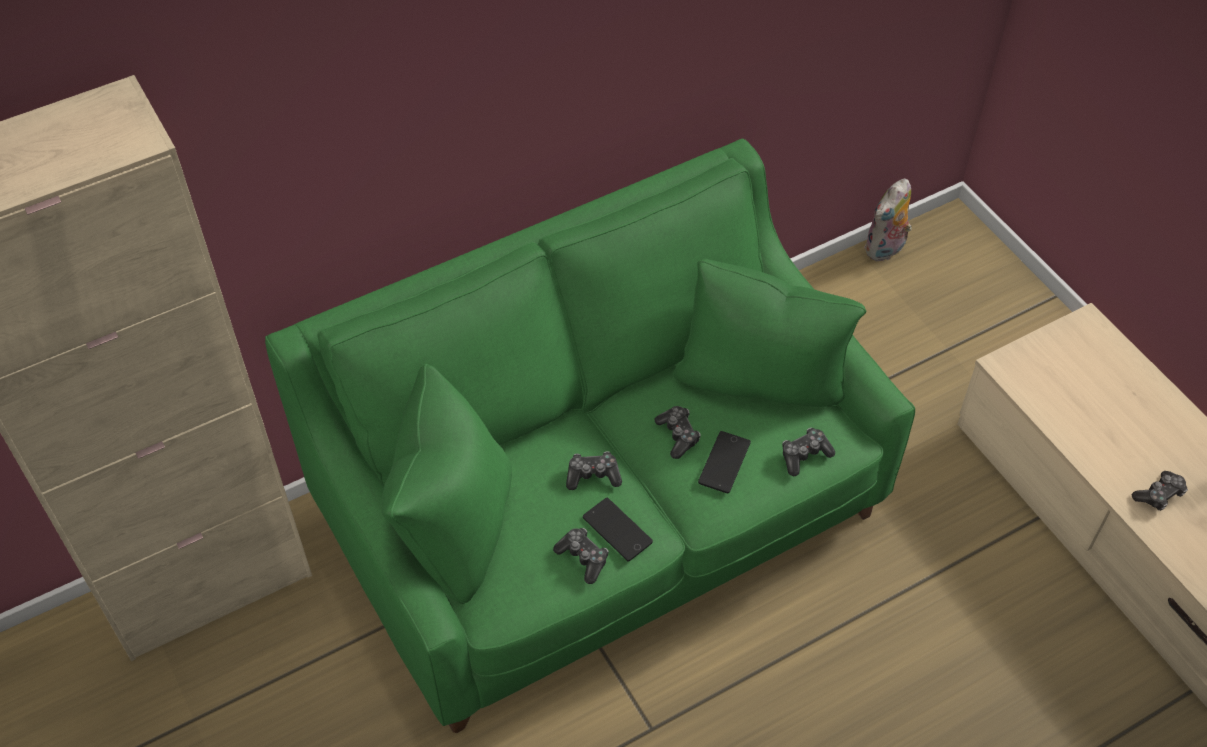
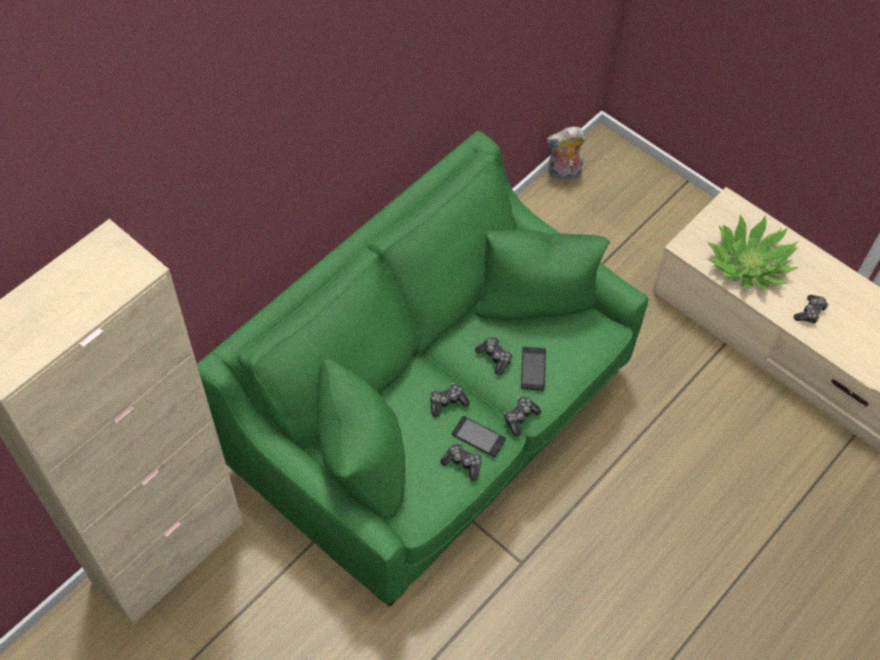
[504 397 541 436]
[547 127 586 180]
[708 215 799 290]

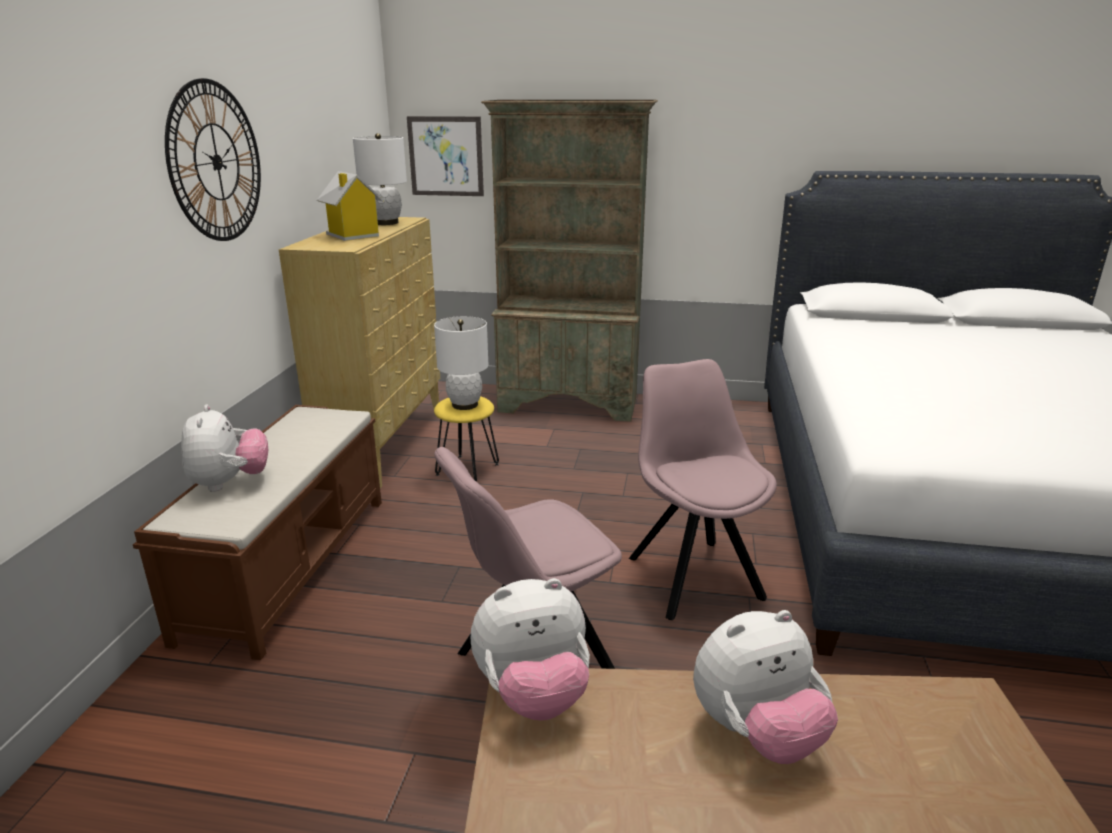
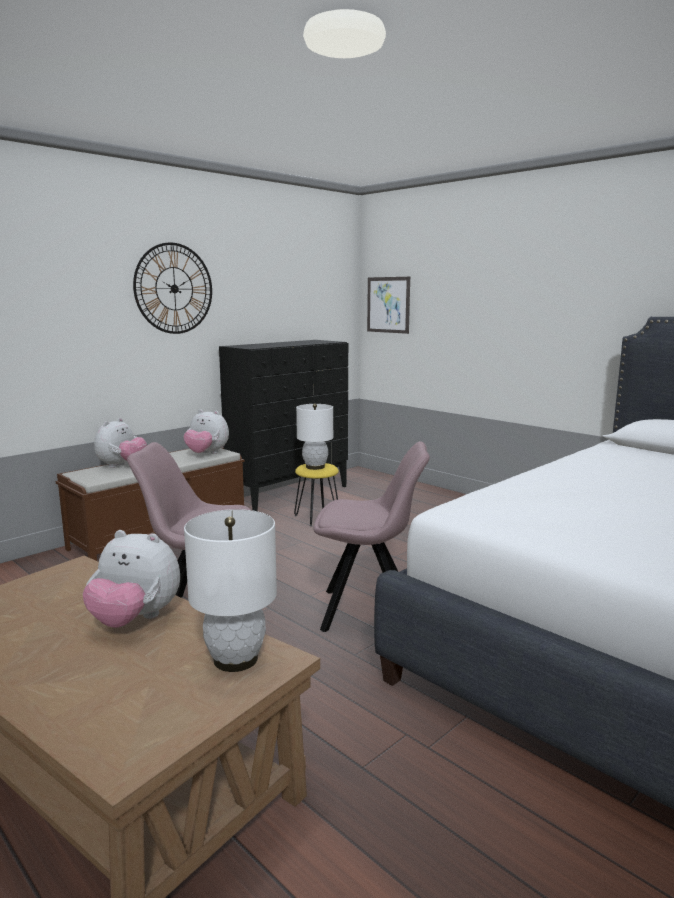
[219 340 348 511]
[317 171 384 241] (first image)
[184 509 277 672]
[183 410 229 454]
[481 100 658 422] (first image)
[313 441 430 632]

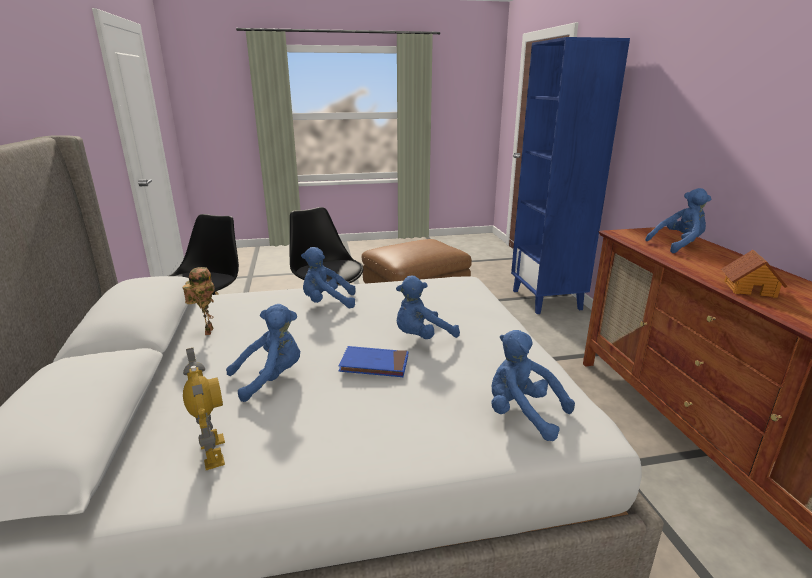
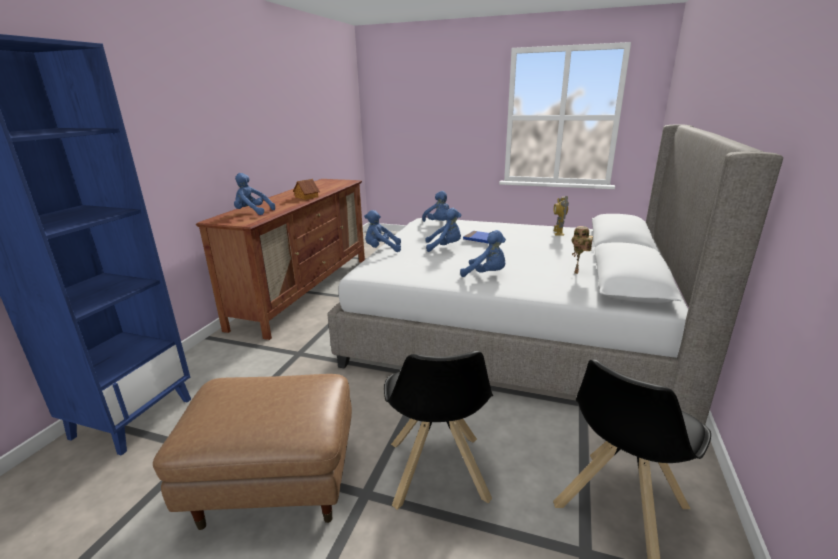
[364 210 401 252]

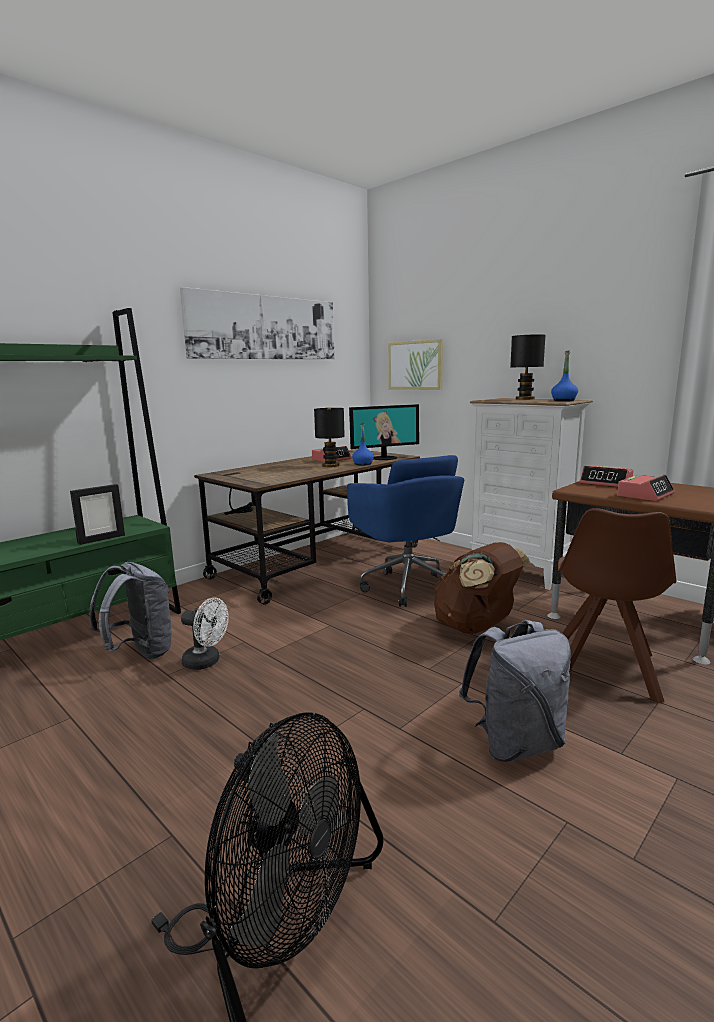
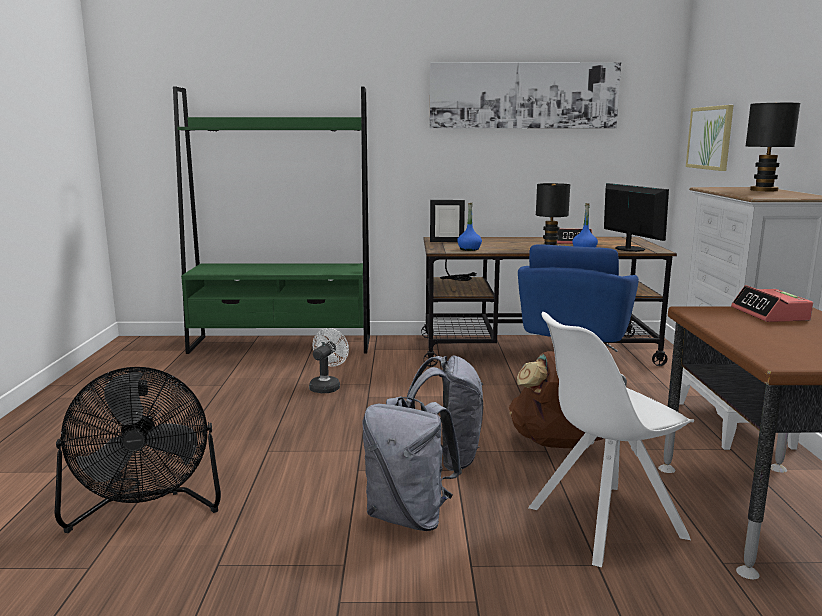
[430 200 465 242]
[406 355 483 471]
[309 328 349 393]
[604 183 669 252]
[457 203 482 251]
[528 312 694 567]
[617 474 675 501] (first image)

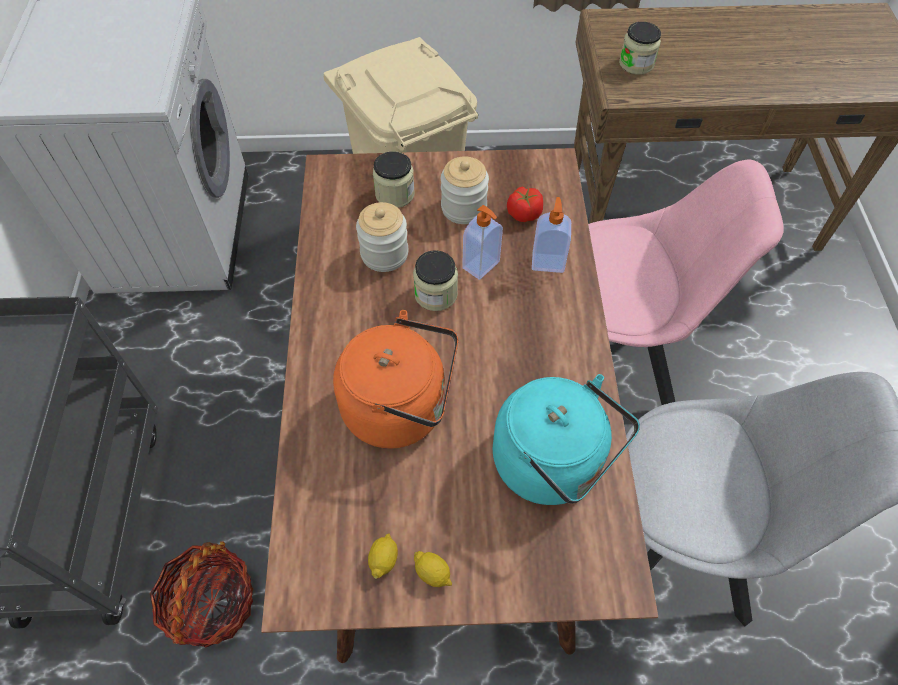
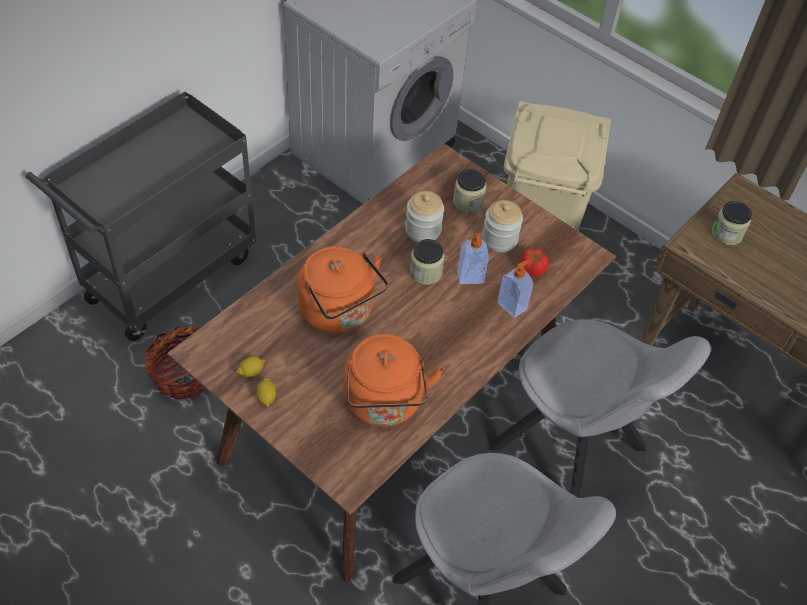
[343 334 444 427]
[490 319 711 498]

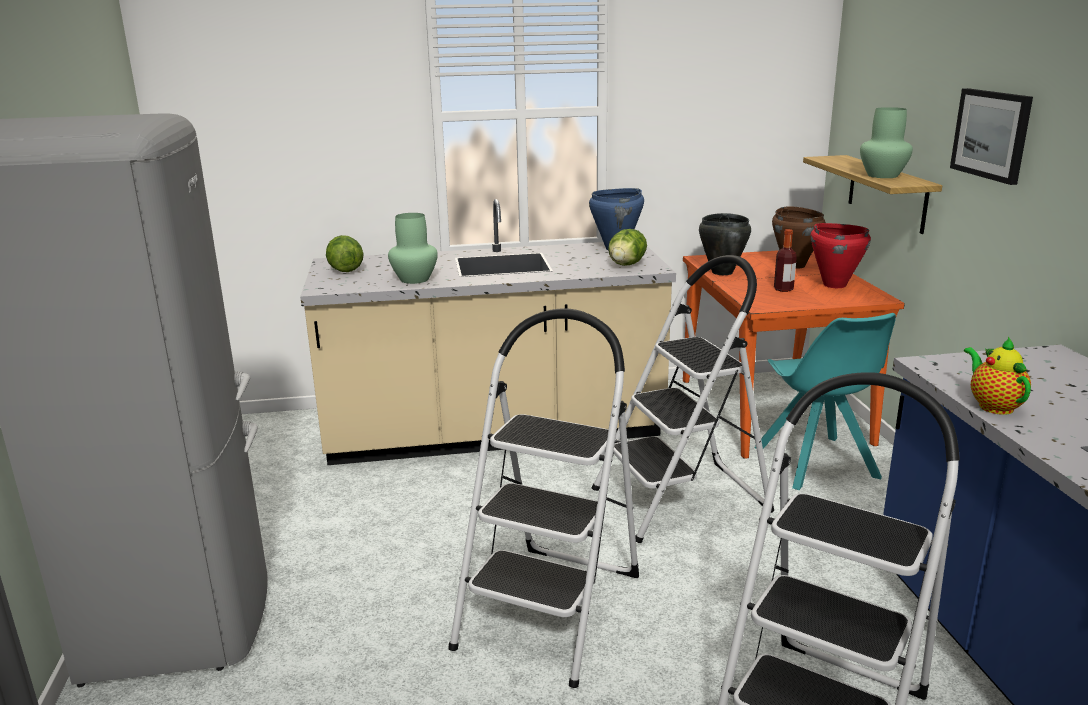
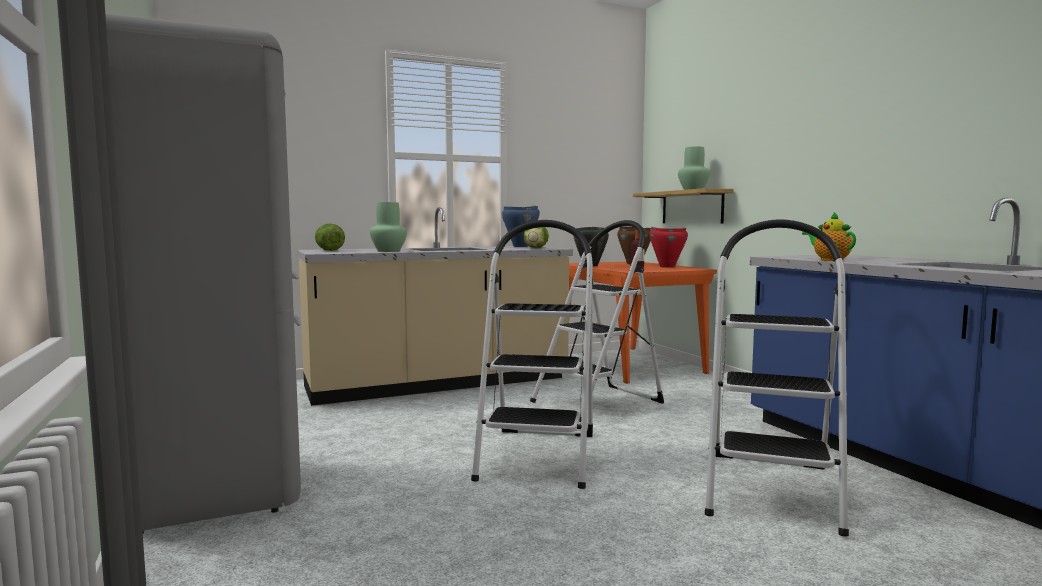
[755 313 896 490] (first image)
[950 88 1033 185] (first image)

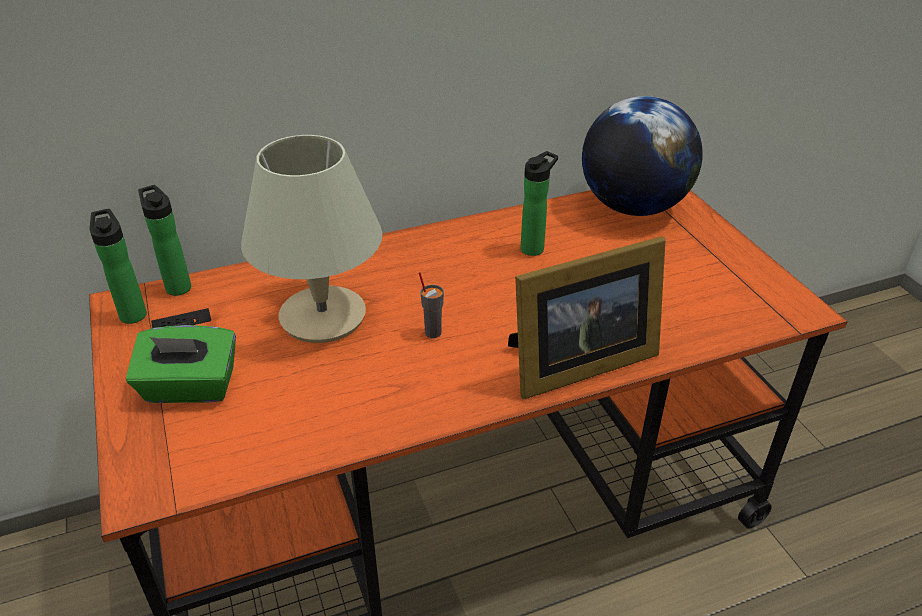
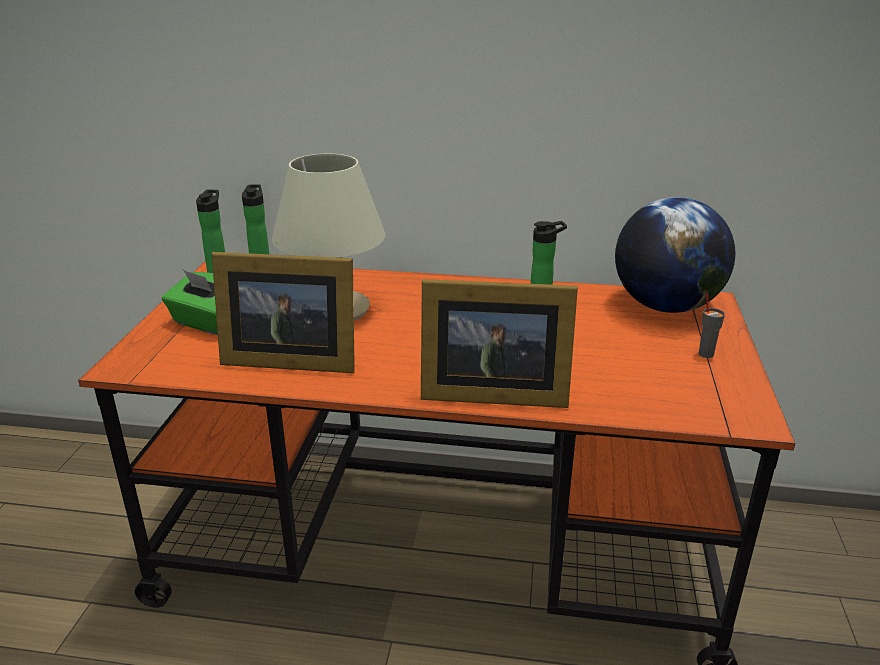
[699 293 725 358]
[212 252 355 373]

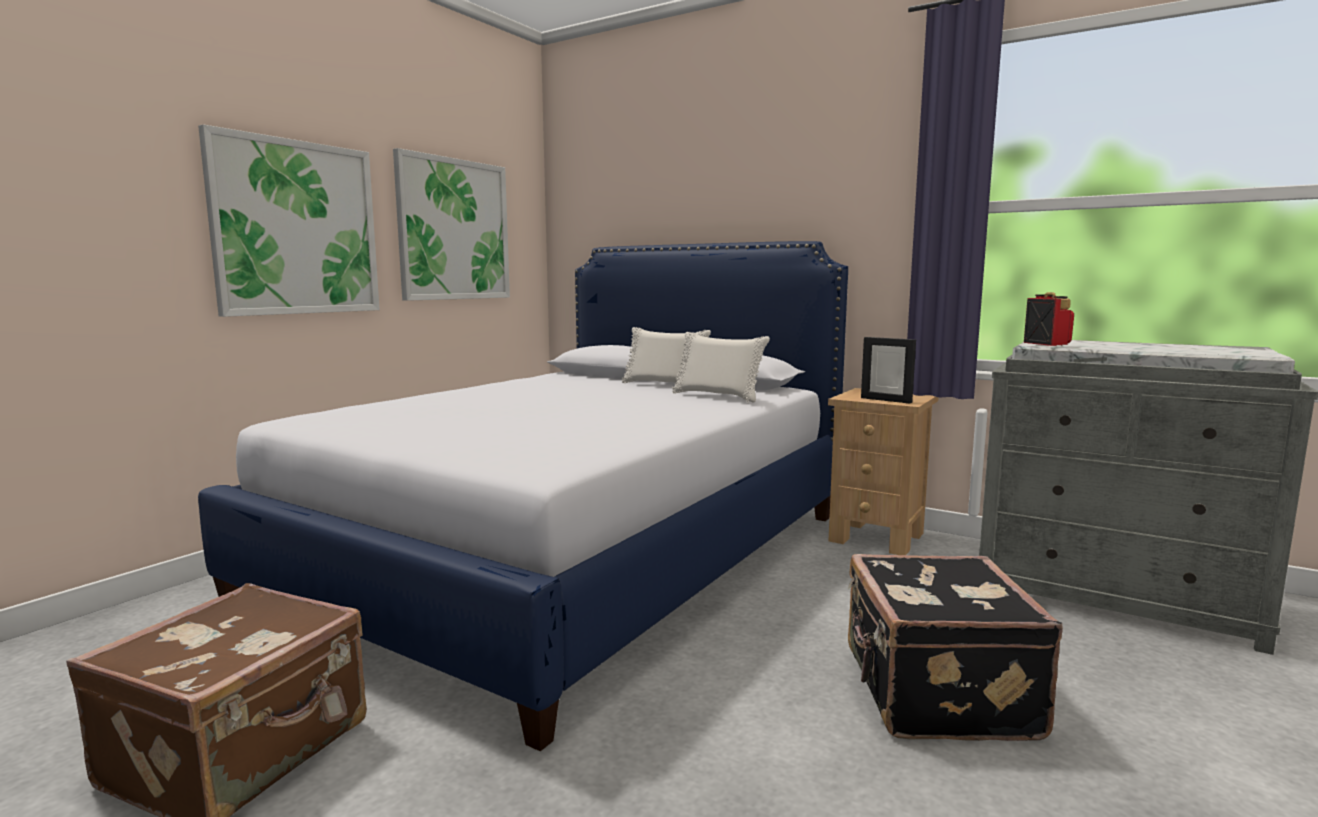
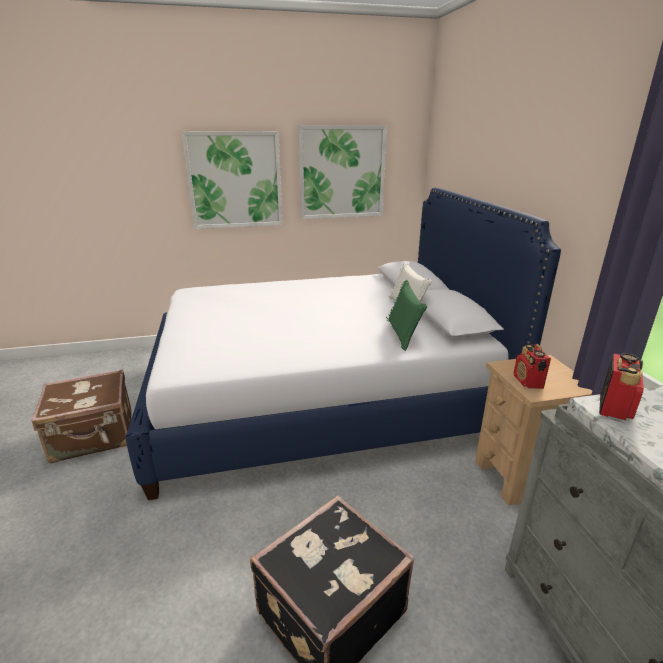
[386 280 427 351]
[514 344 551 389]

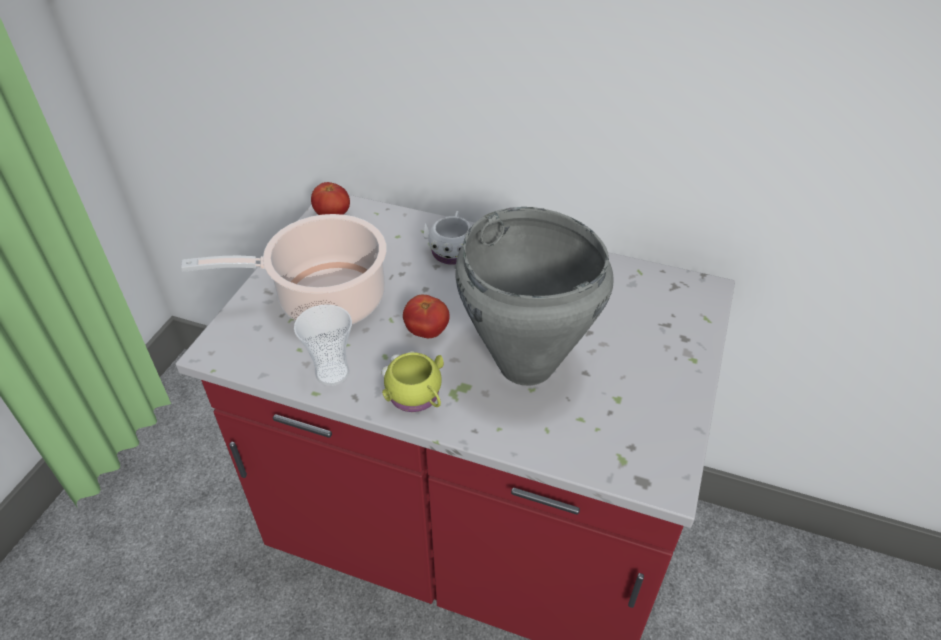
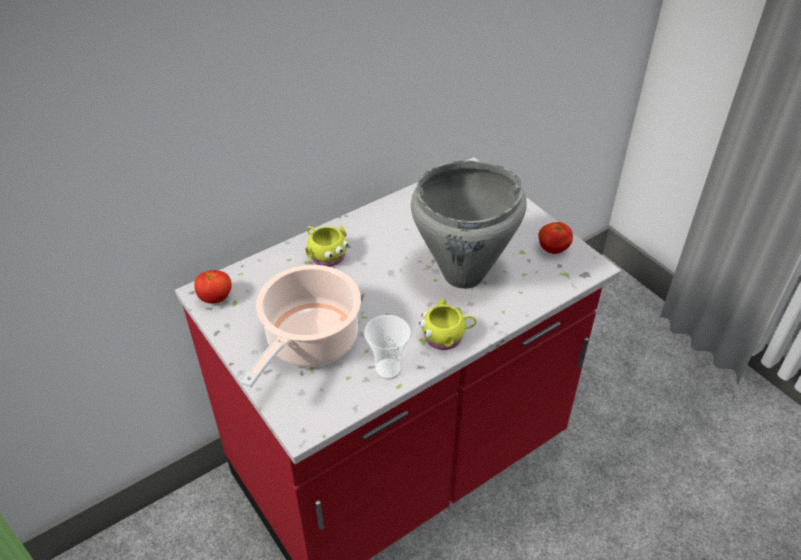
[538 222 573 254]
[305 225 349 267]

